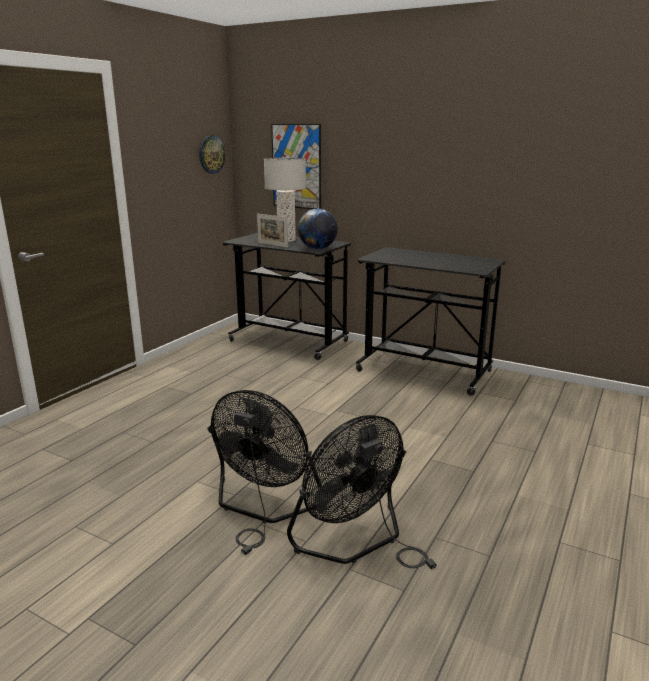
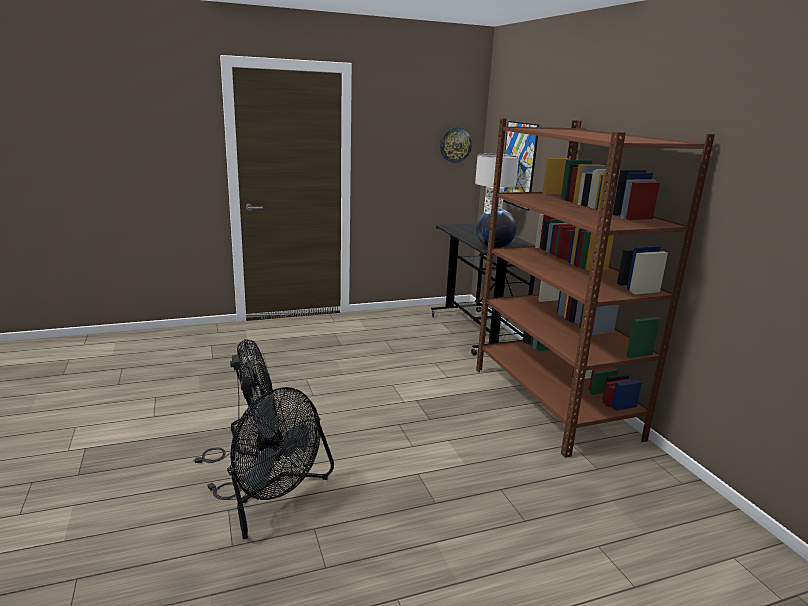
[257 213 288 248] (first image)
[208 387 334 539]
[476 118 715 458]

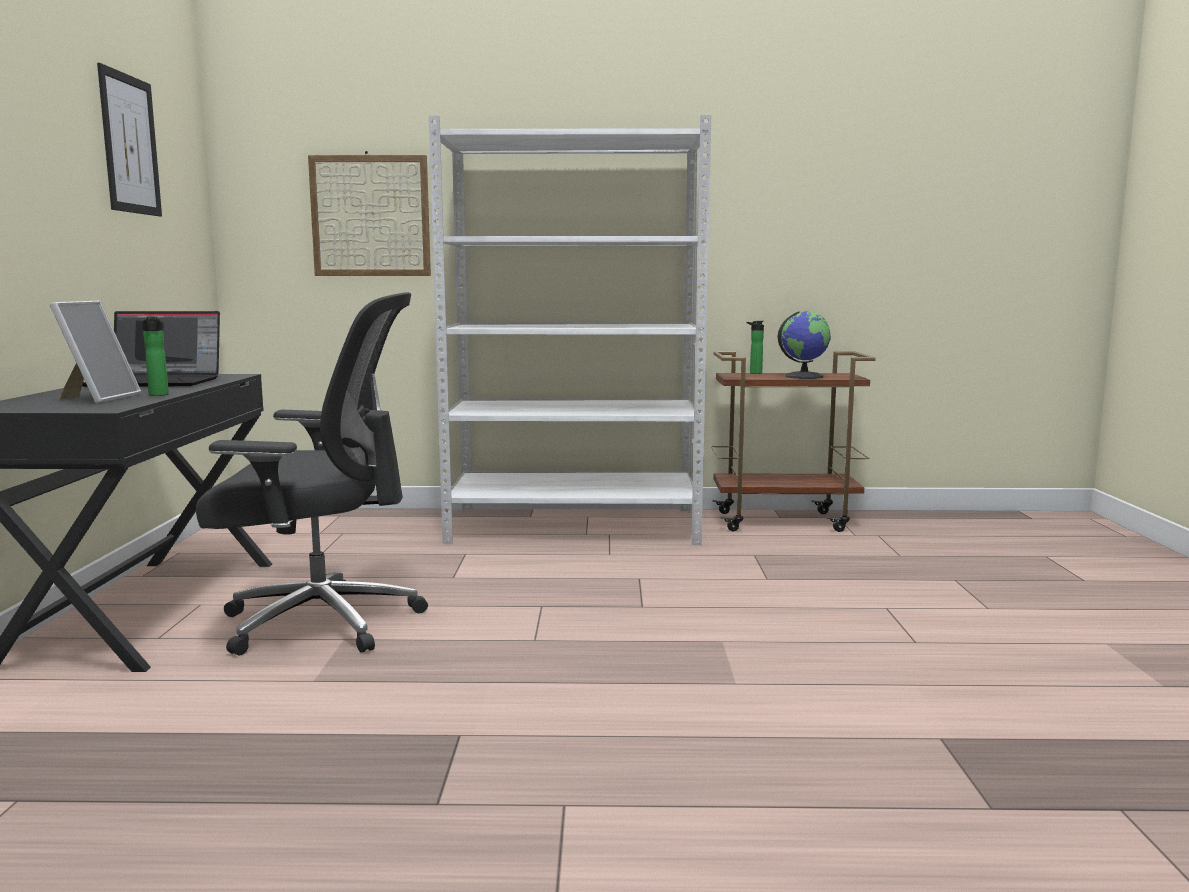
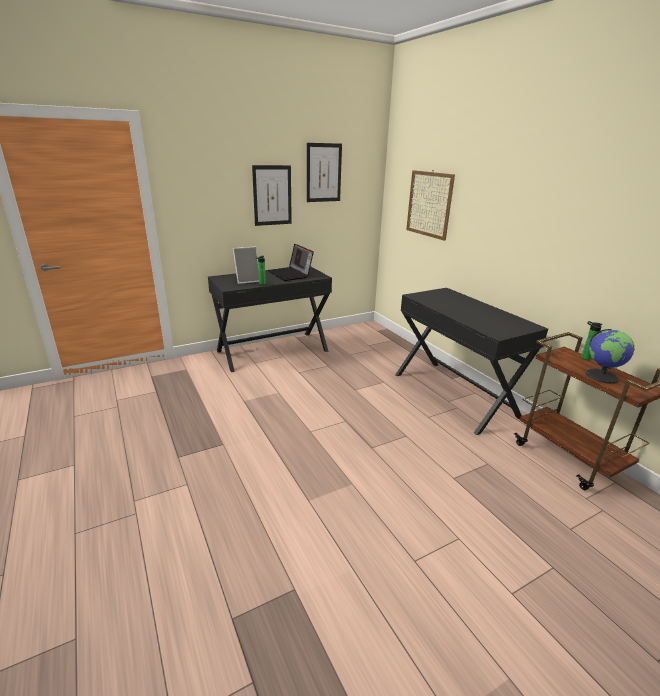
[196 292 428 655] (first image)
[395 288 548 435]
[252 165 292 226]

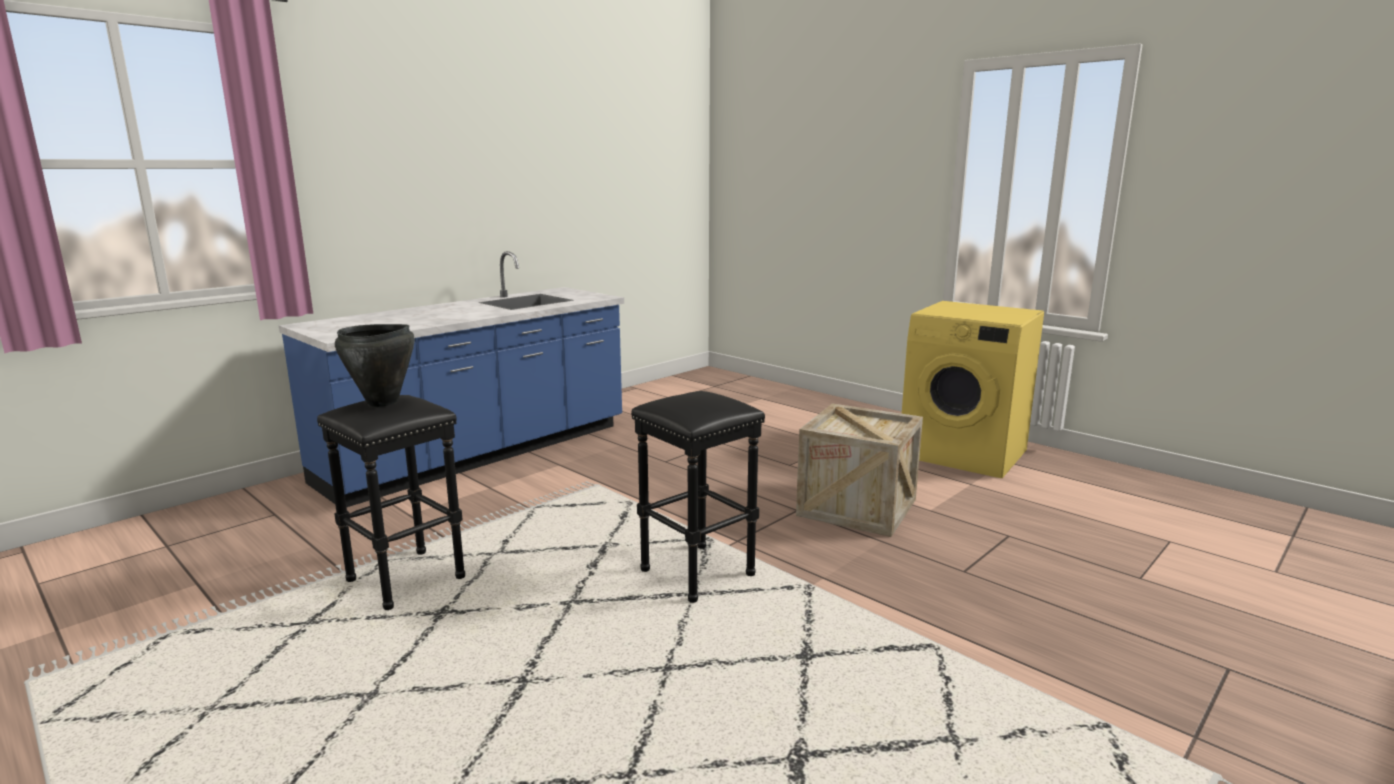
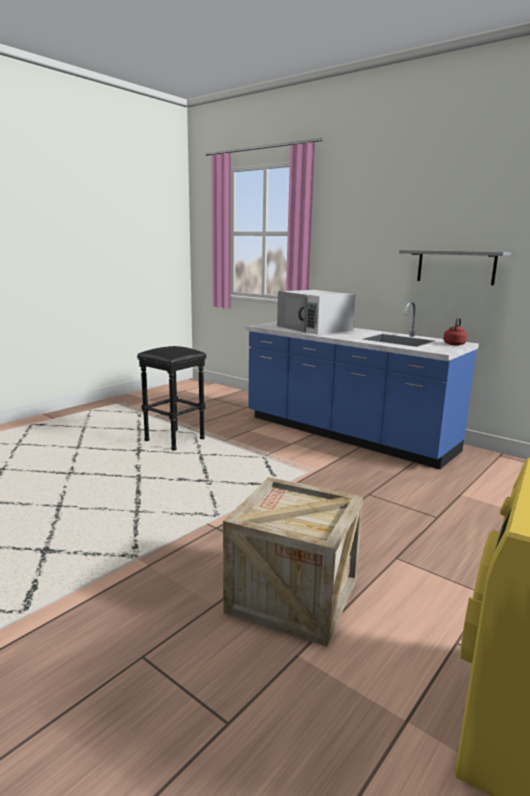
[335 324 415 407] (first image)
[631 391 765 603] (first image)
[277 290 355 335]
[399 250 511 285]
[444 317 467 346]

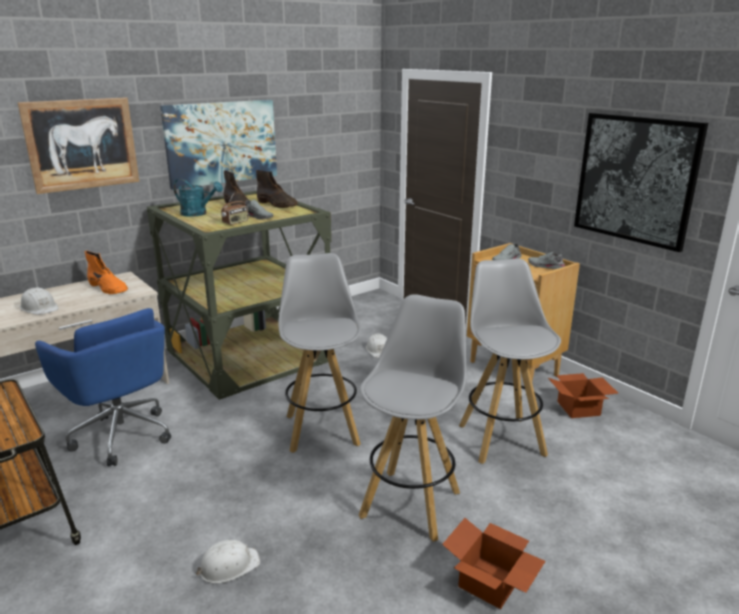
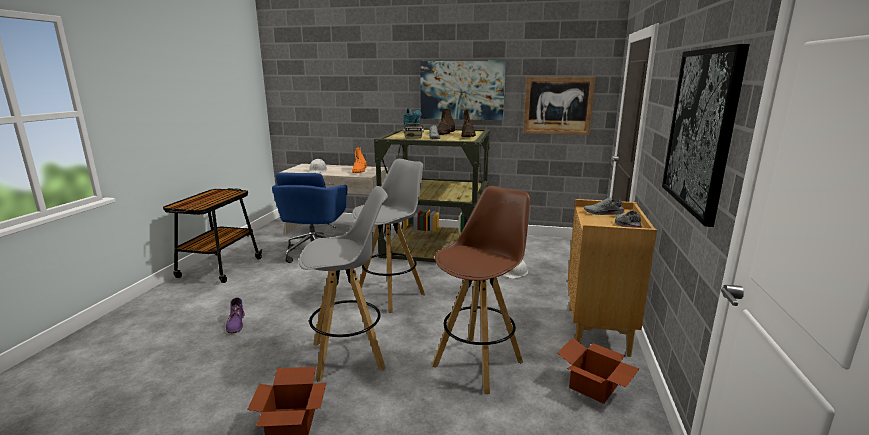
[523 77 595 135]
[226 298 245 333]
[432 186 530 394]

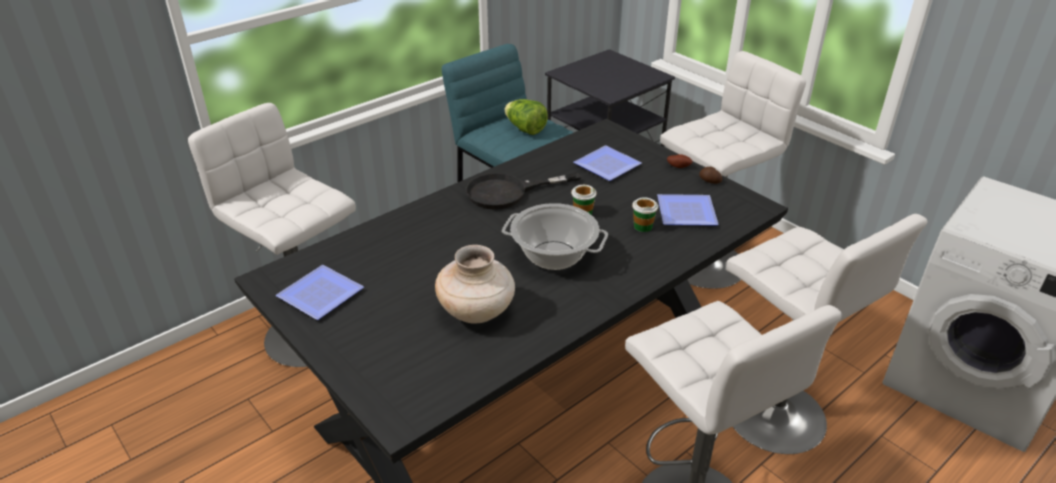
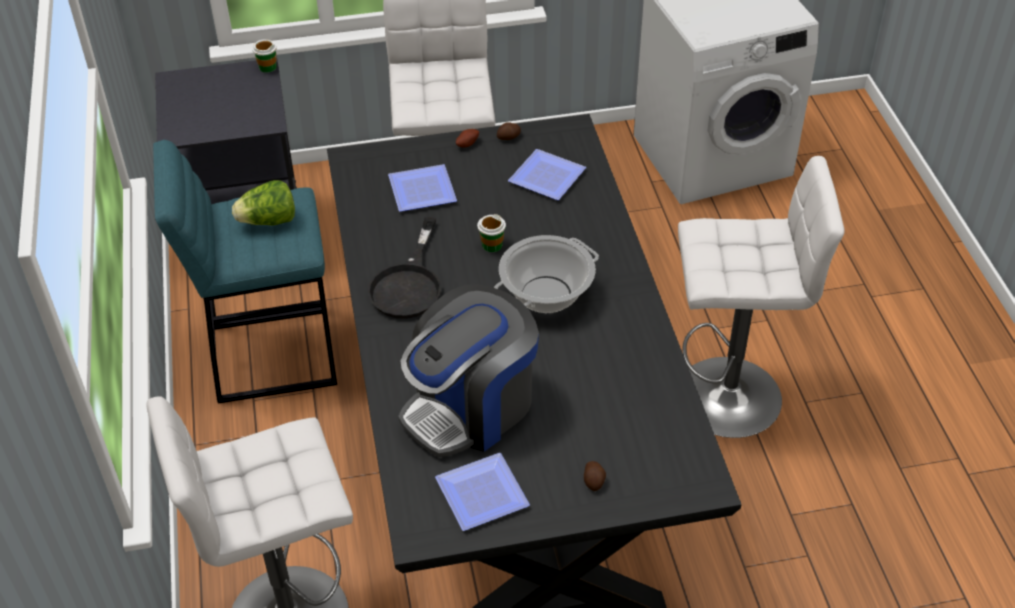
[435 245 515 324] (first image)
[252 39 277 73]
[726 214 928 454] (first image)
[398 284 539 457]
[584 461 606 491]

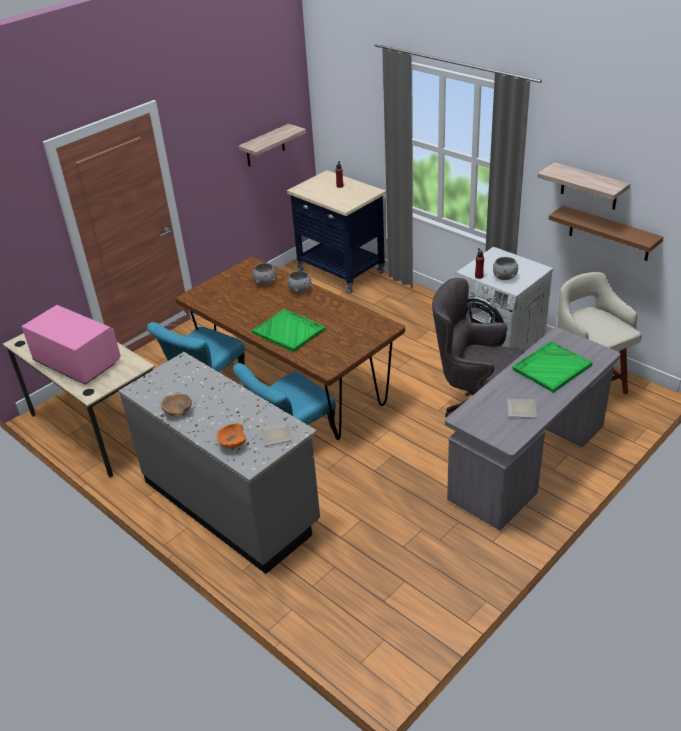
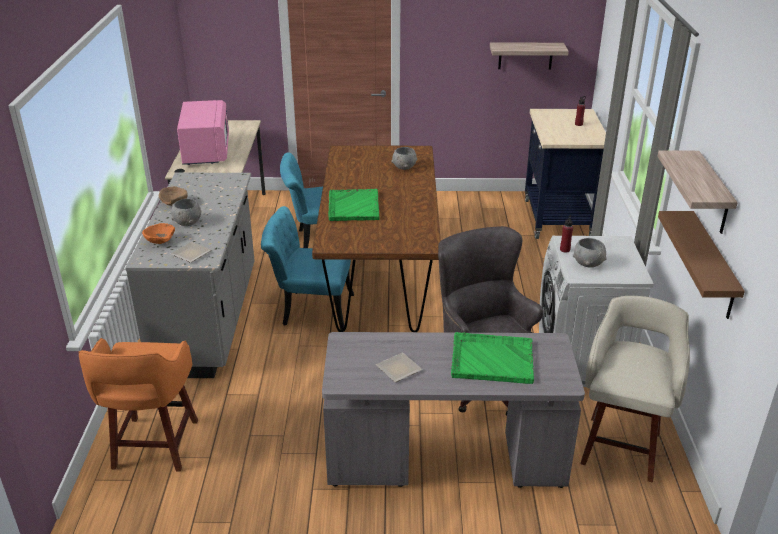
[171 199 202 226]
[78 338 198 472]

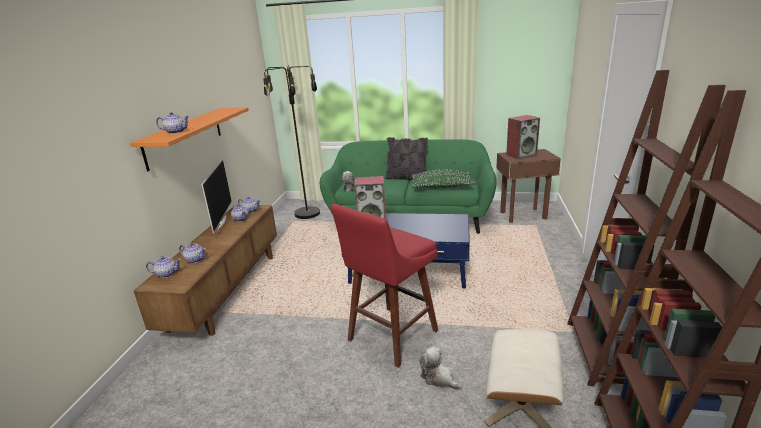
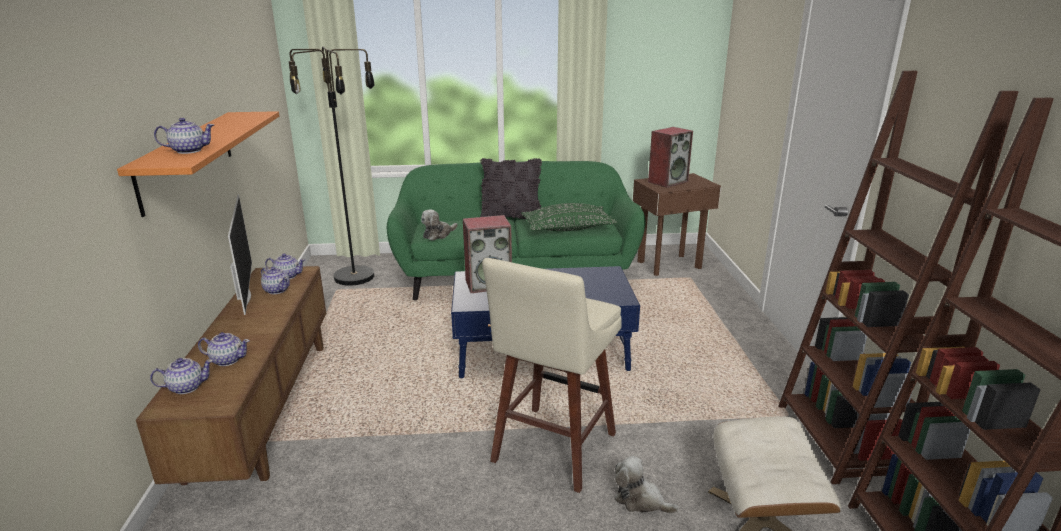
[482 258 622 493]

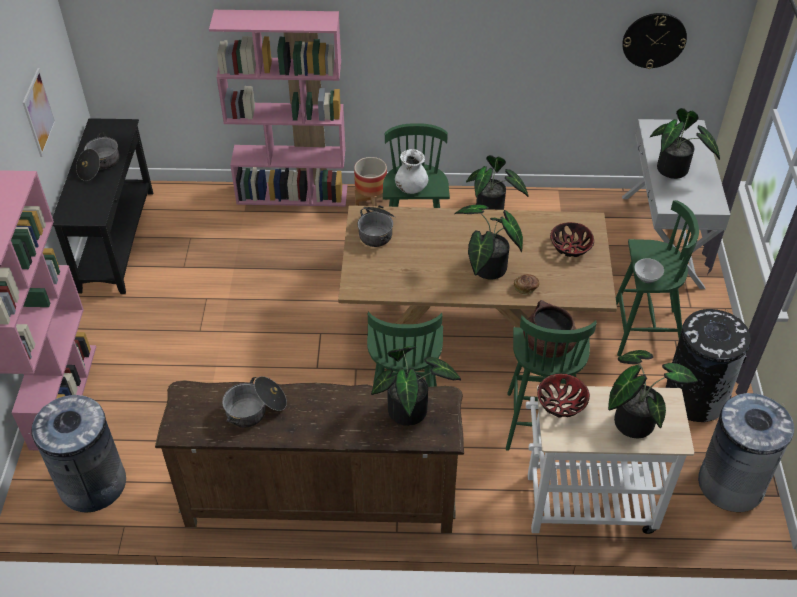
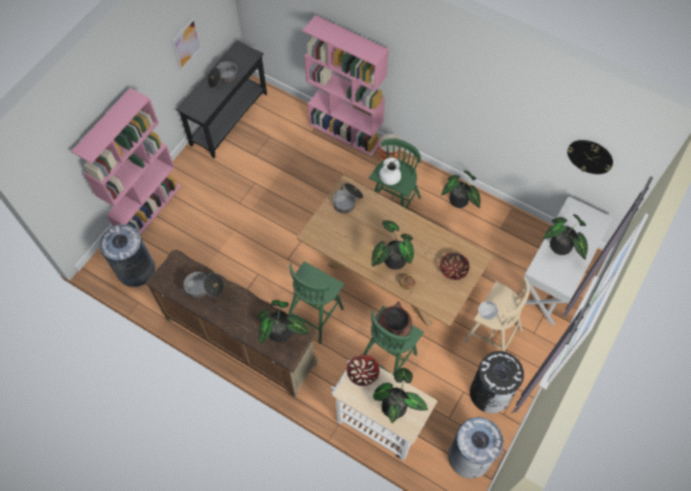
[464 278 530 352]

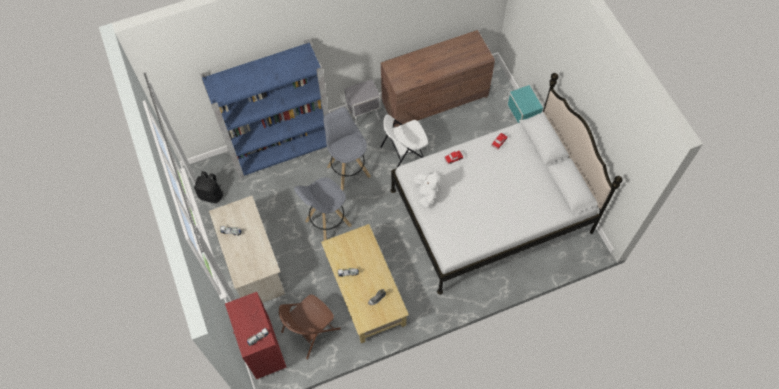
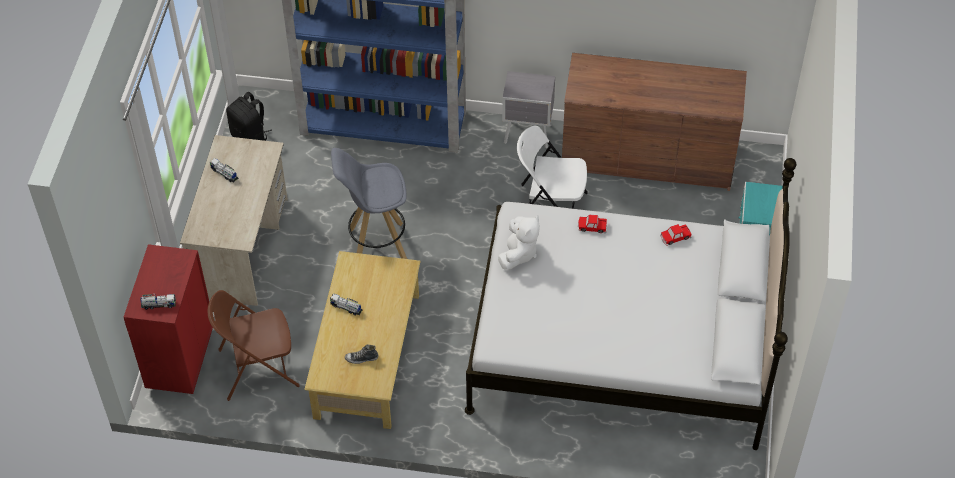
[323 107 371 191] (first image)

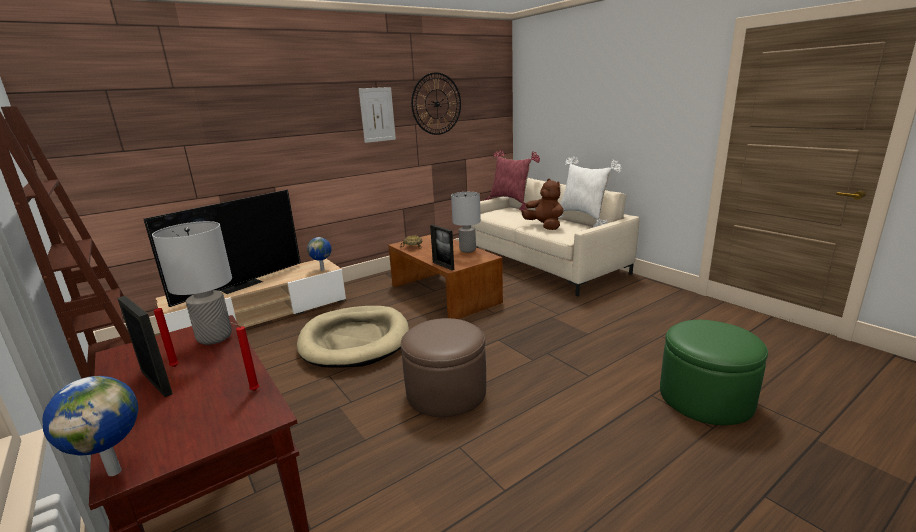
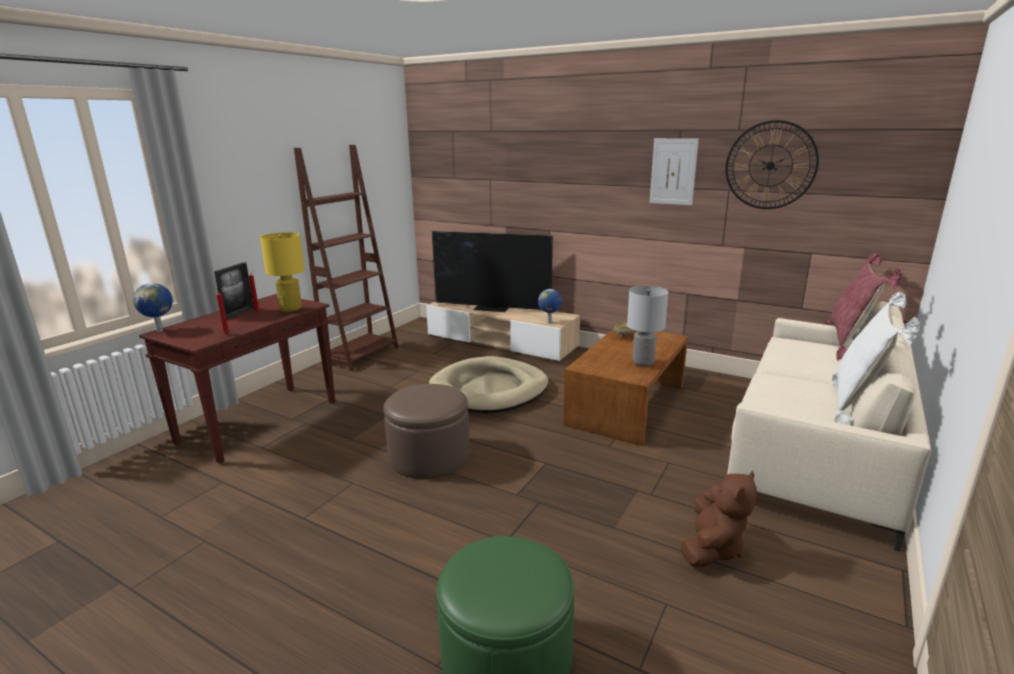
[260 232 305 312]
[430 225 454 270] (first image)
[681 471 757 567]

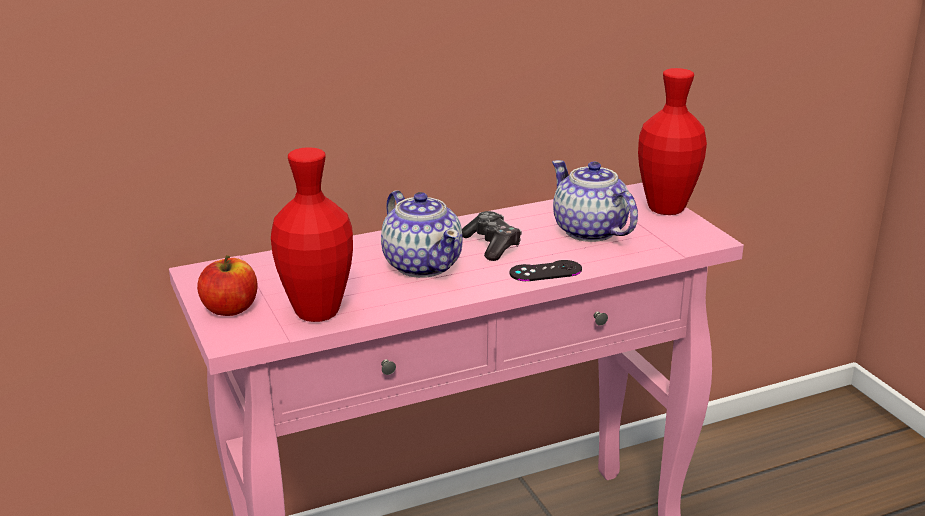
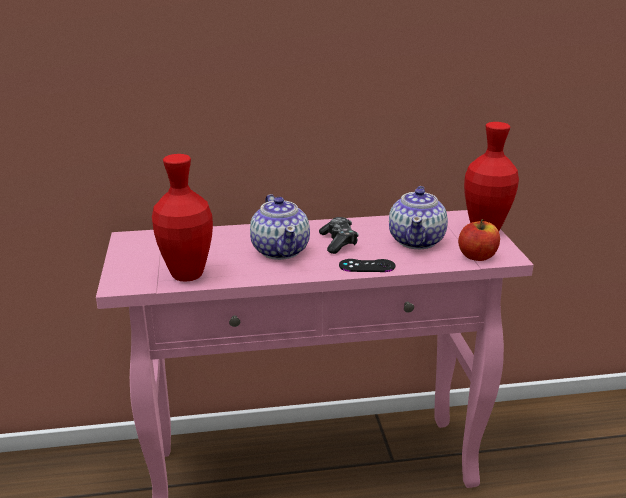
[458 219 500 261]
[389 186 448 249]

